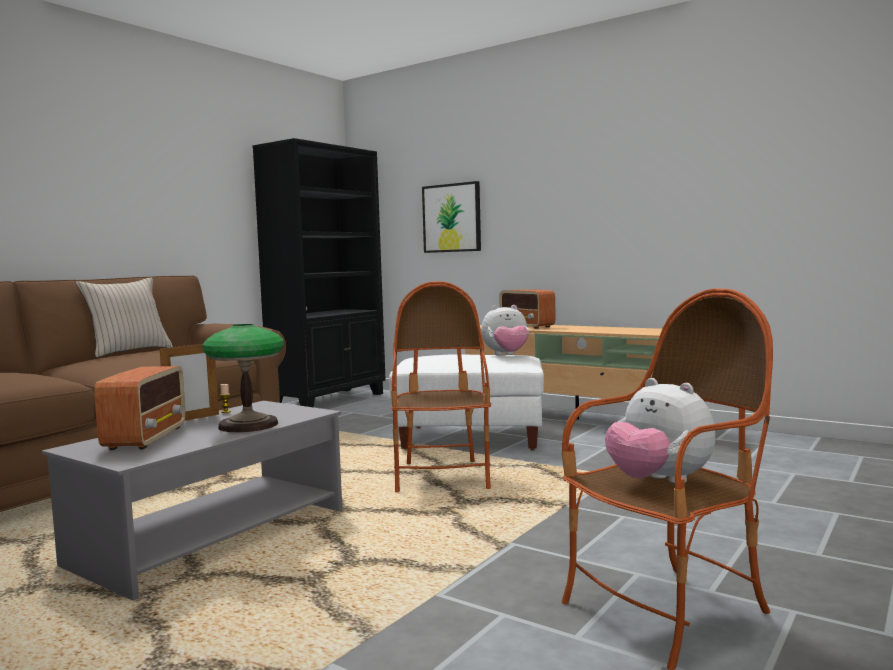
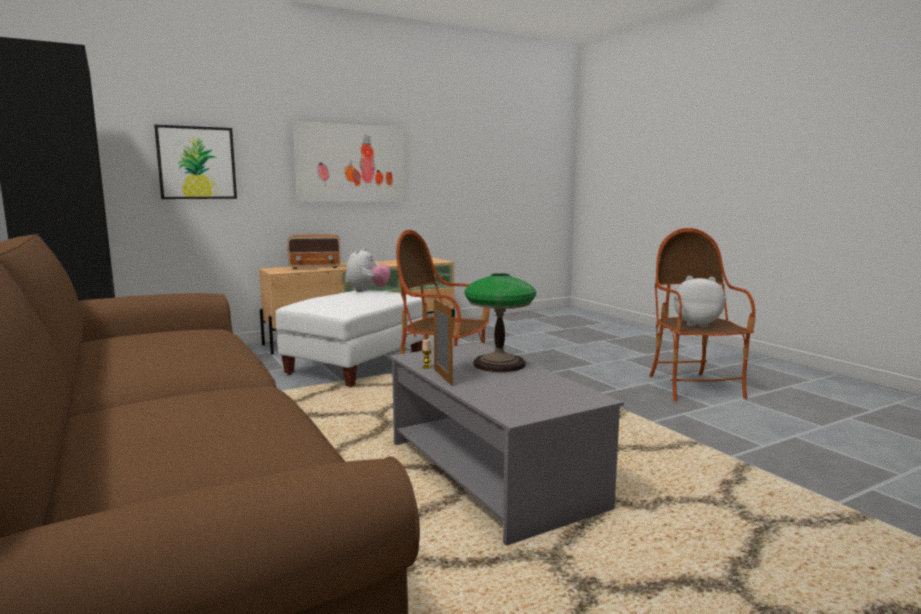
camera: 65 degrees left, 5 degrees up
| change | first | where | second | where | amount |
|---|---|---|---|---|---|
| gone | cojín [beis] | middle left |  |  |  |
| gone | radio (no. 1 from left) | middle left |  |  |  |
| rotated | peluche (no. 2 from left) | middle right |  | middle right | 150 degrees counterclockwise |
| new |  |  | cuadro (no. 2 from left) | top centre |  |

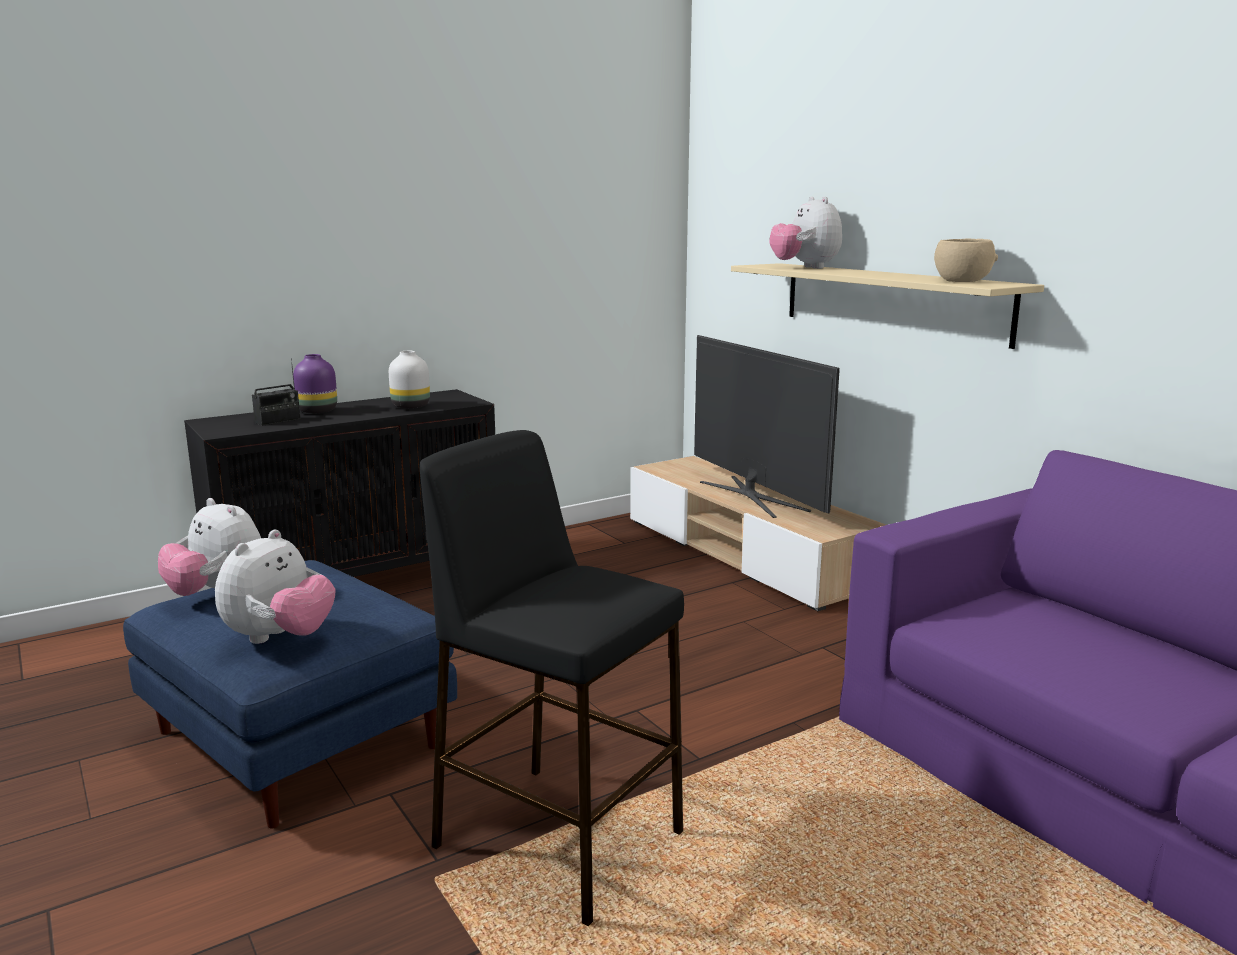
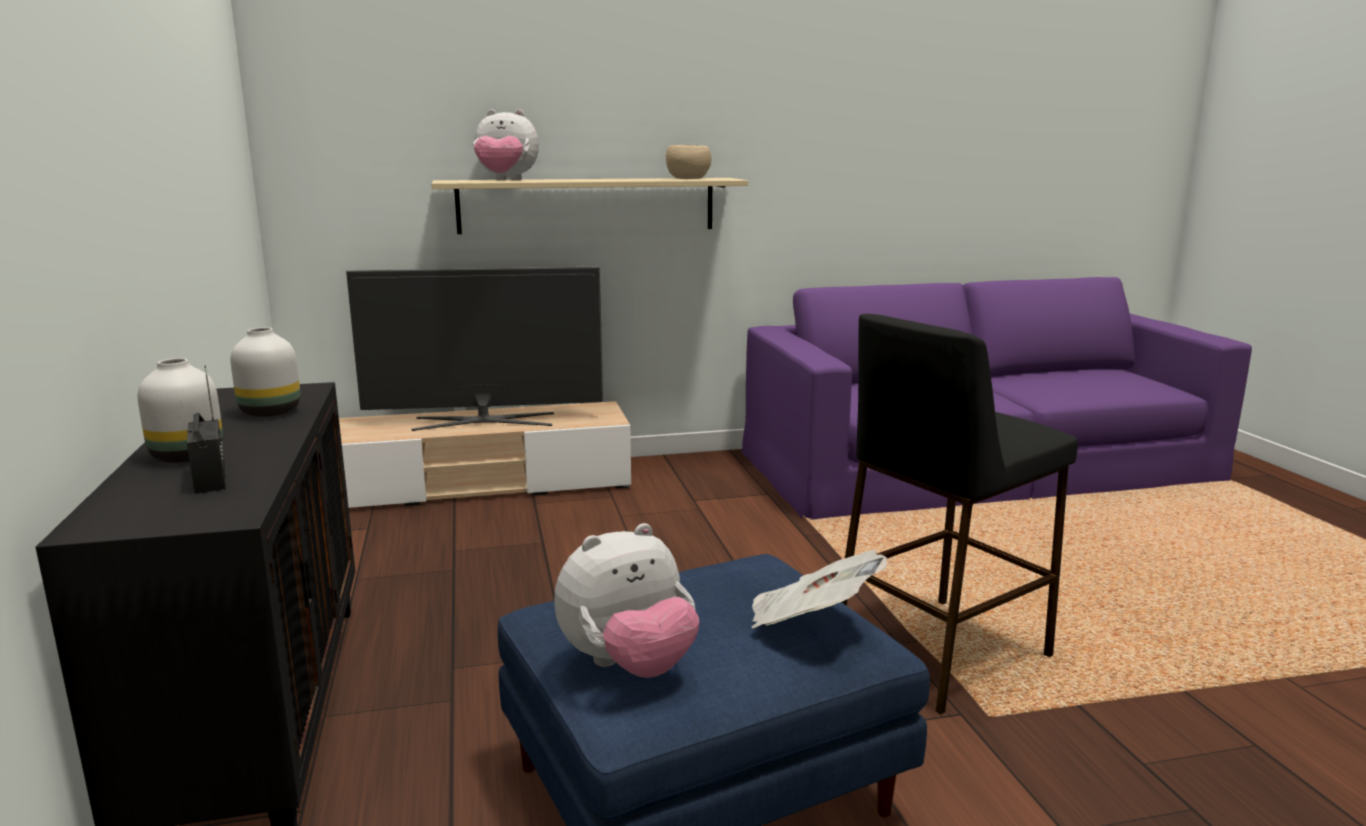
camera: 70 degrees left, 0 degrees up
| change | first | where | second | where | amount |
|---|---|---|---|---|---|
| swapped | peluche (no. 2 from left) | middle left | periódico | bottom centre |  |
| repainted | florero [morado] | middle left | florero [blanco] (no. 1 from left) | middle left |  |

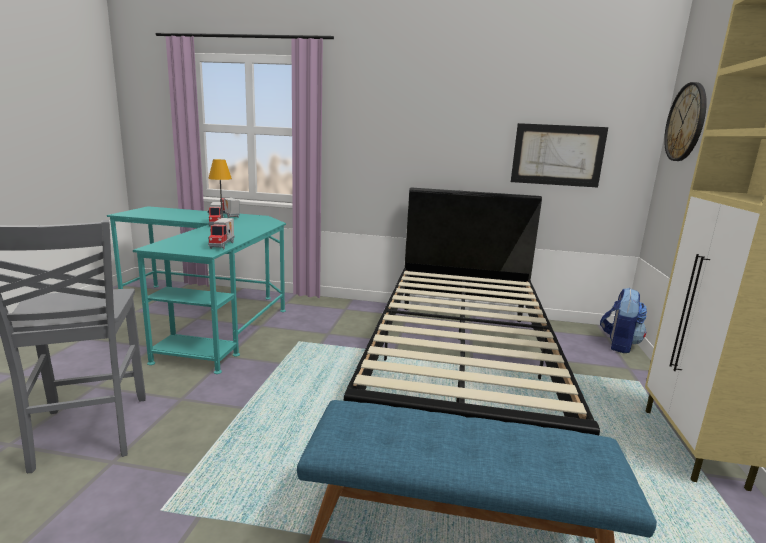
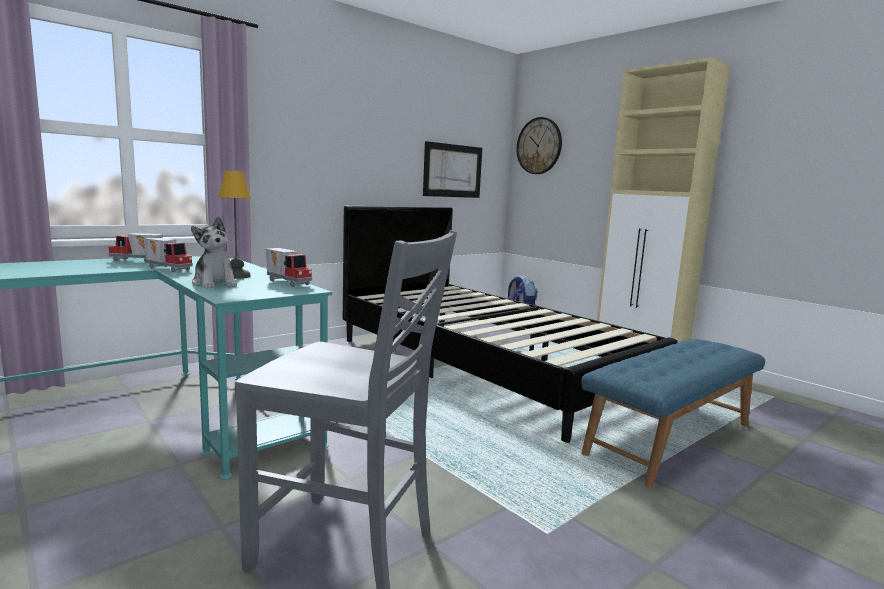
camera: 50 degrees left, 5 degrees down
| change | first | where | second | where | amount |
|---|---|---|---|---|---|
| new |  |  | peluche | middle left |  |

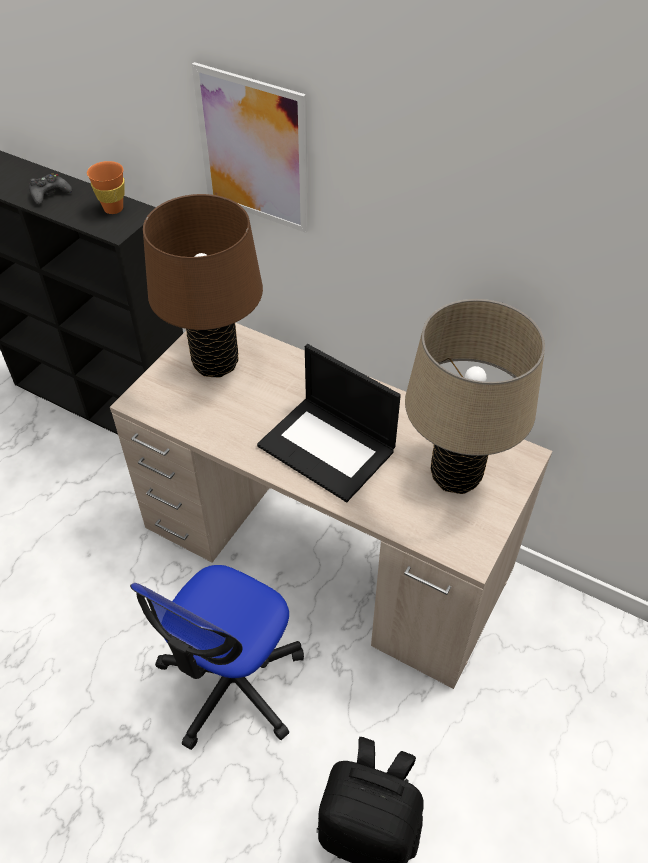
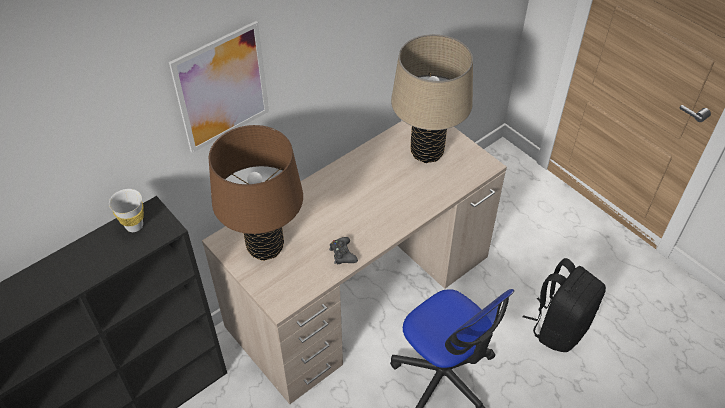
camera: 70 degrees left, 0 degrees up
| change | first | where | second | where | amount |
|---|---|---|---|---|---|
| shifted | mando de consola [negro] | top left |  | centre |  |
| repainted | taza [naranja] | top left | taza [blanco] | middle left |  |
| gone | portátil | centre |  |  |  |

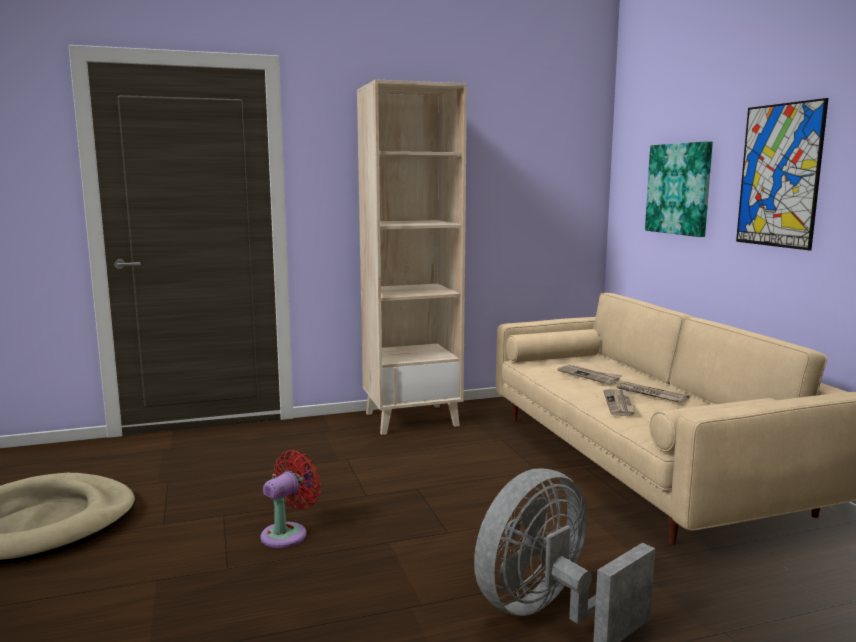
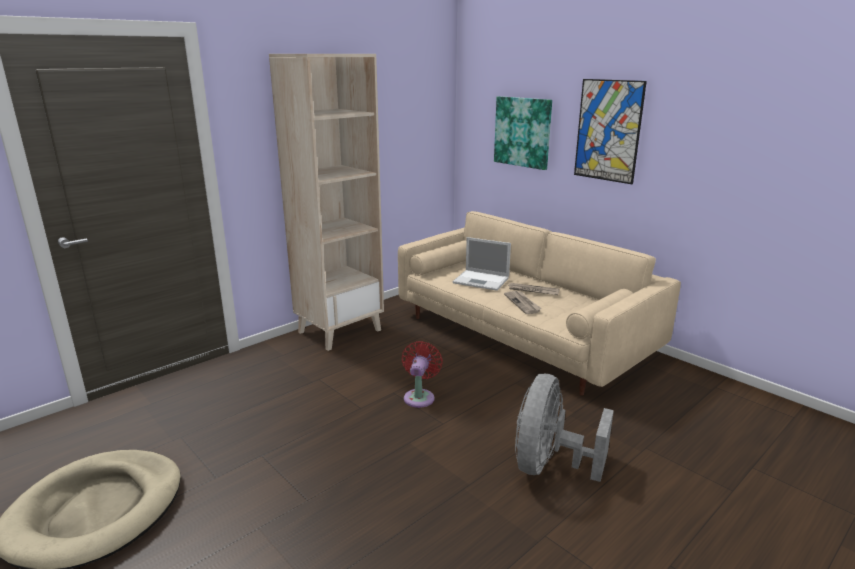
camera: 25 degrees left, 10 degrees up
| change | first | where | second | where | amount |
|---|---|---|---|---|---|
| shifted | ventilador [rojo] | bottom centre |  | centre |  |
| swapped | periódico (no. 1 from left) | middle right | portátil | centre |  |

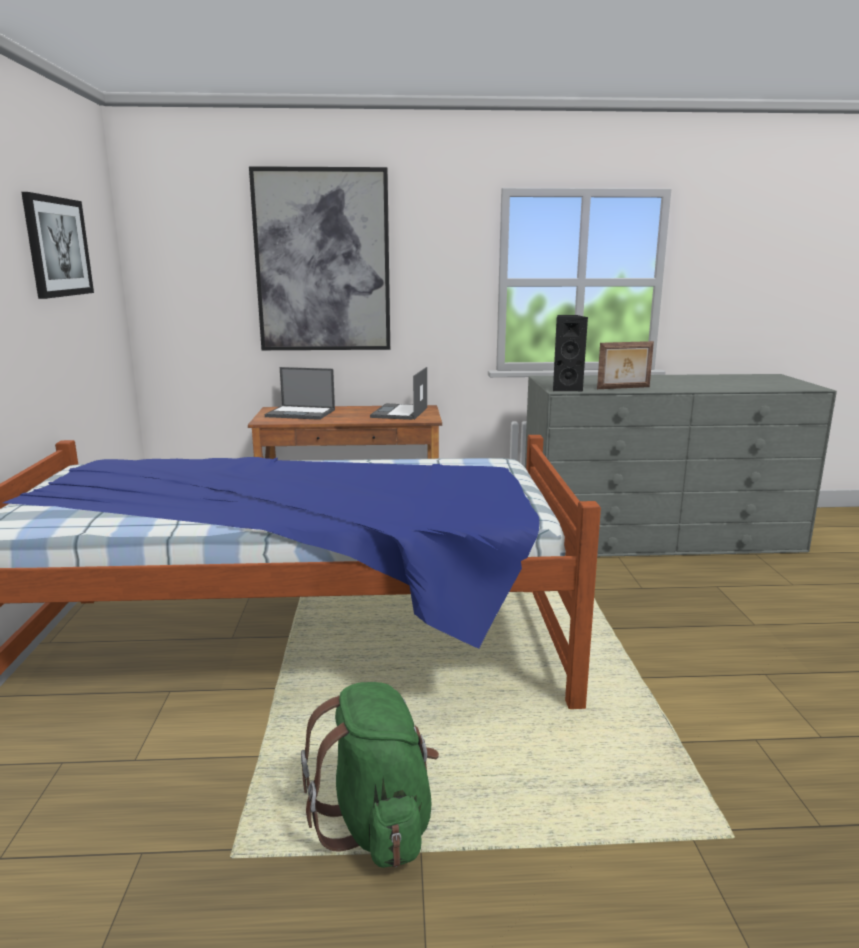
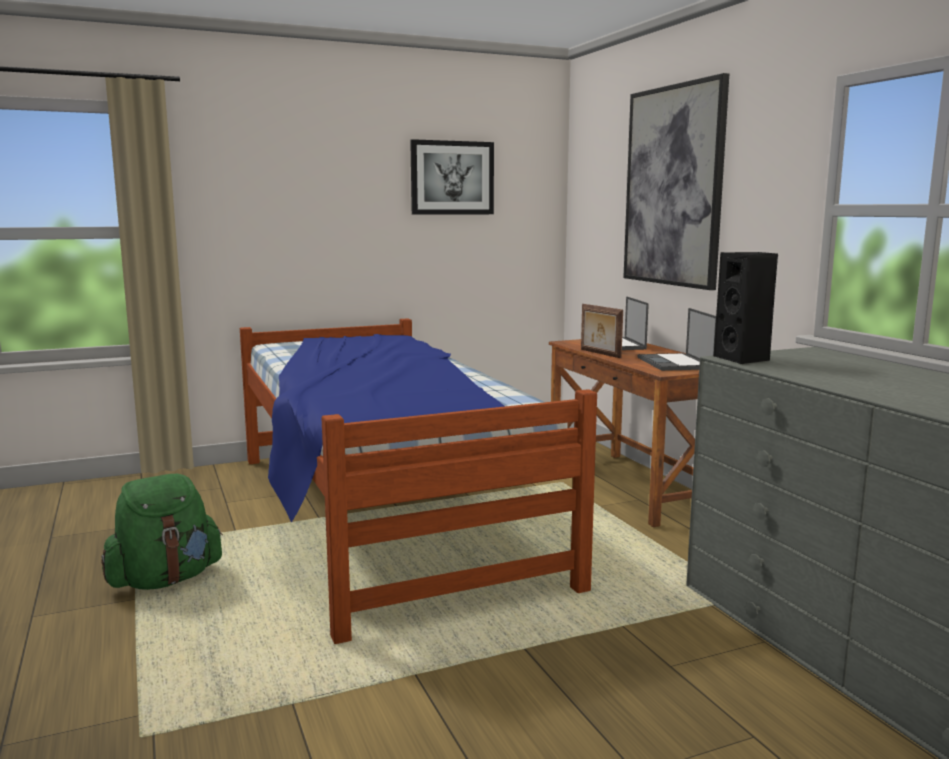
camera: 70 degrees right, 5 degrees down
| change | first | where | second | where | amount |
|---|---|---|---|---|---|
| rotated | portátil (no. 2 from left) | centre |  | middle right | 90 degrees counterclockwise |
| shifted | portarretratos | middle right |  | centre |  |

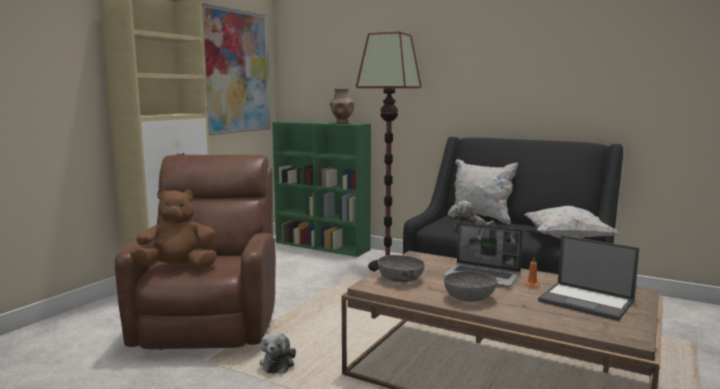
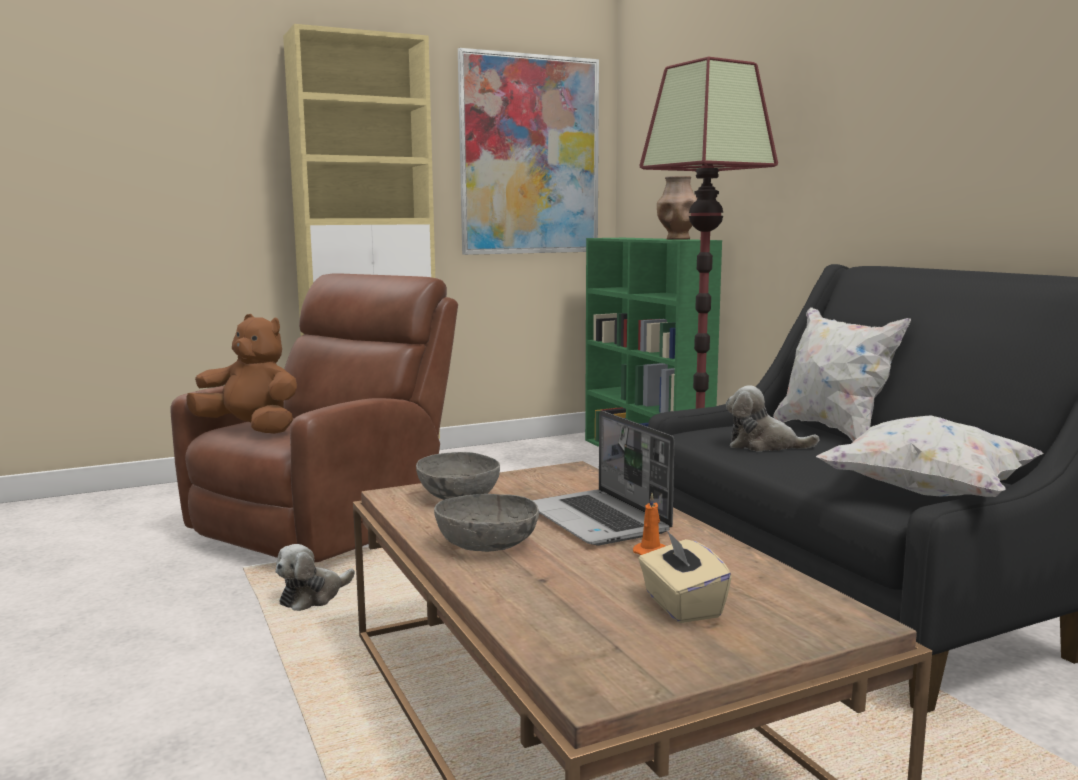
camera: 35 degrees right, 0 degrees up
| change | first | where | second | where | amount |
|---|---|---|---|---|---|
| swapped | portátil (no. 2 from left) | bottom right | caja de pañuelos [beis] | bottom centre |  |

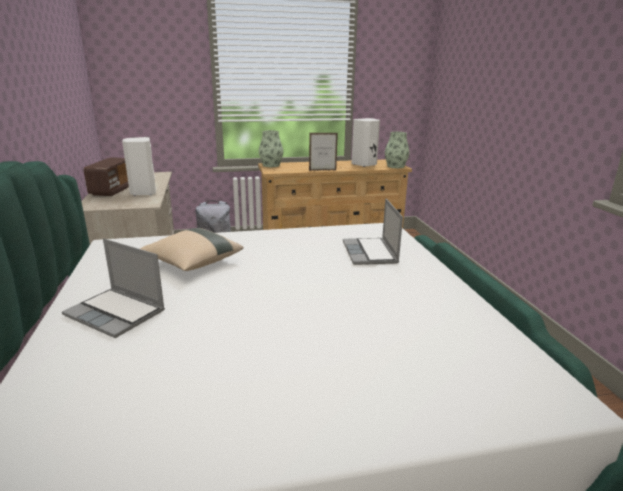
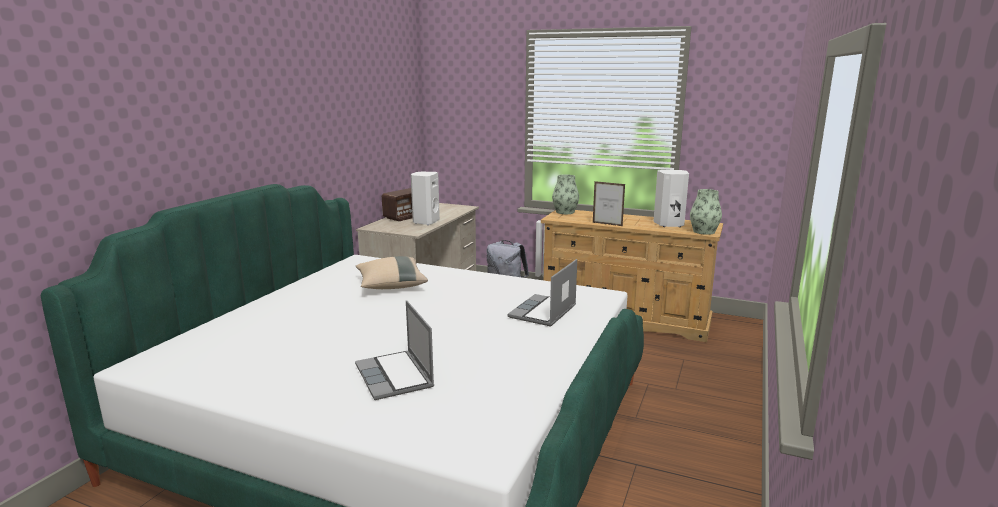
camera: 35 degrees right, 5 degrees down
| change | first | where | second | where | amount |
|---|---|---|---|---|---|
| shifted | portátil (no. 1 from left) | middle left |  | bottom centre |  |

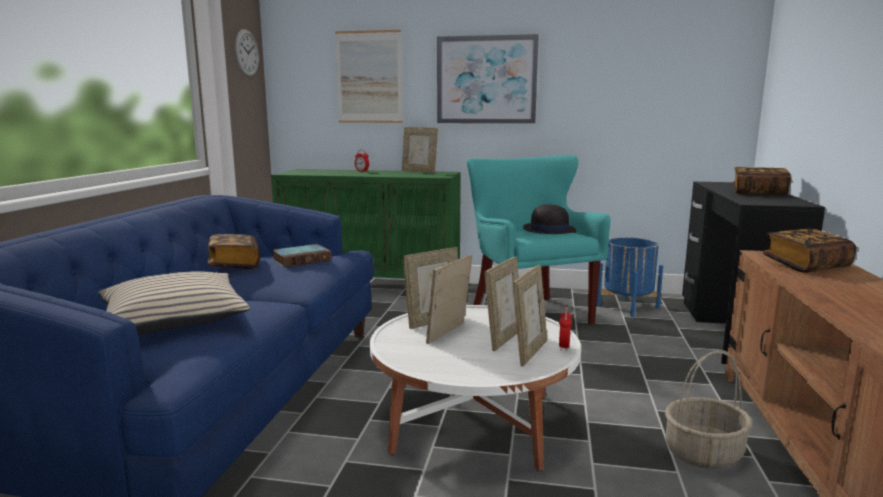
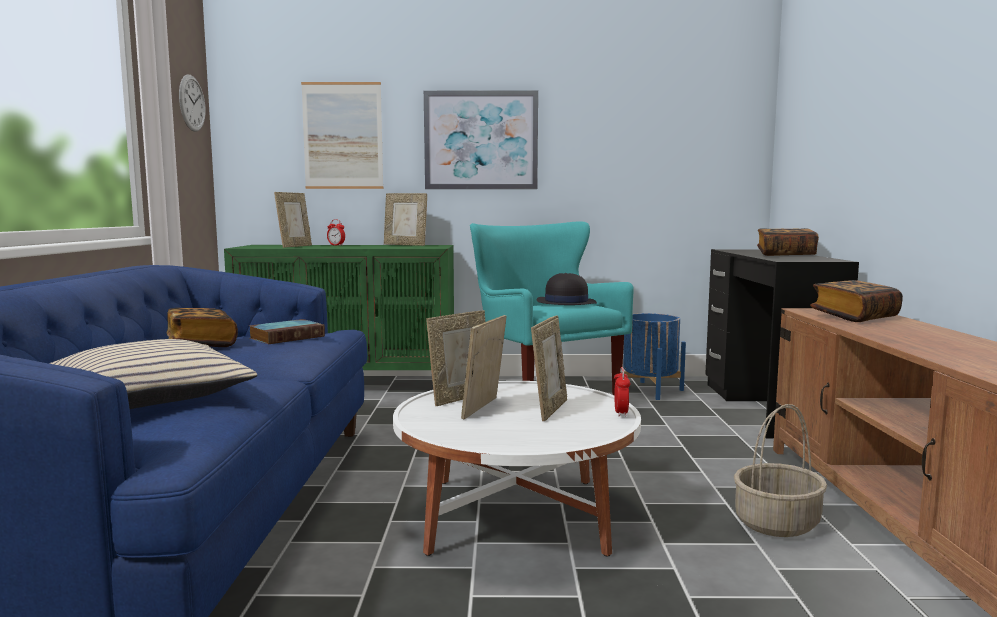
camera: 10 degrees left, 5 degrees down
| change | first | where | second | where | amount |
|---|---|---|---|---|---|
| shifted | portarretratos (no. 5 from left in the first image) | centre | portarretratos (no. 1 from left) | middle left |  |

